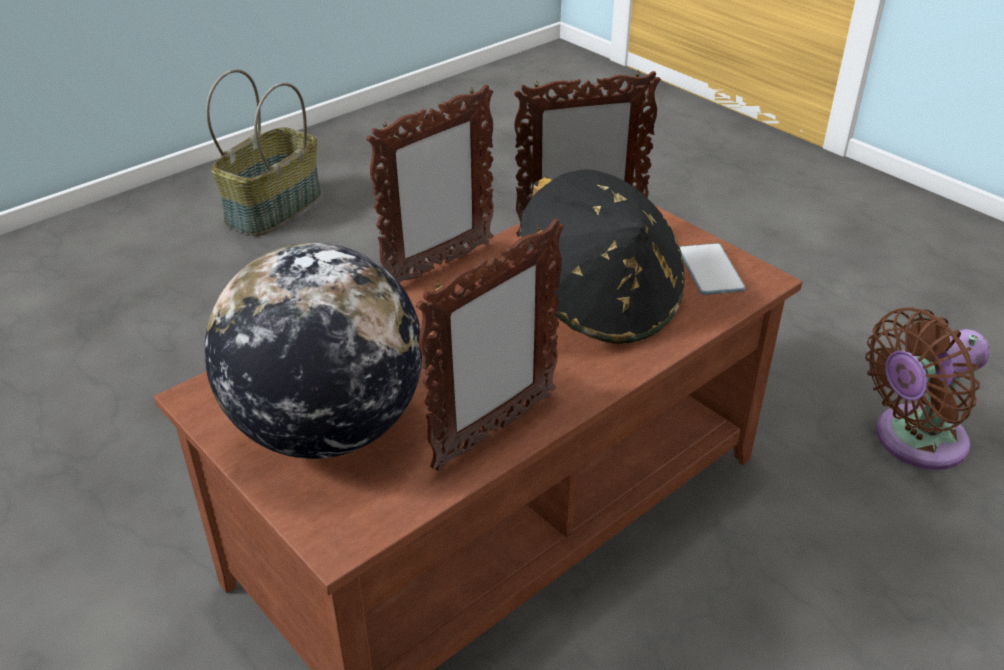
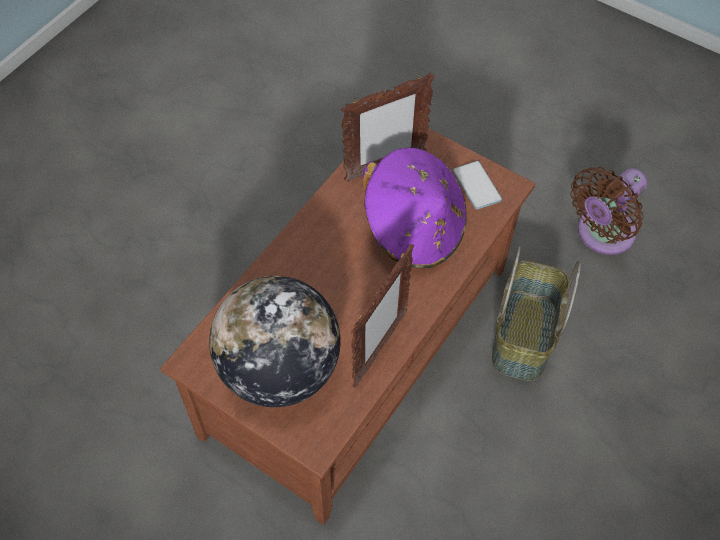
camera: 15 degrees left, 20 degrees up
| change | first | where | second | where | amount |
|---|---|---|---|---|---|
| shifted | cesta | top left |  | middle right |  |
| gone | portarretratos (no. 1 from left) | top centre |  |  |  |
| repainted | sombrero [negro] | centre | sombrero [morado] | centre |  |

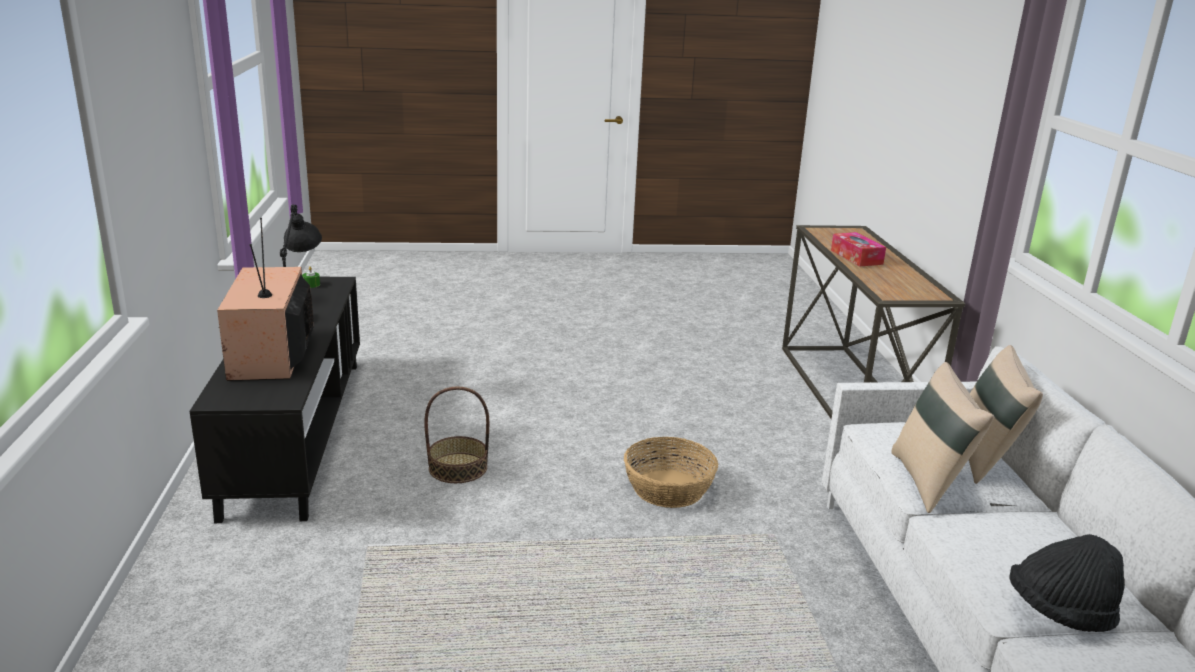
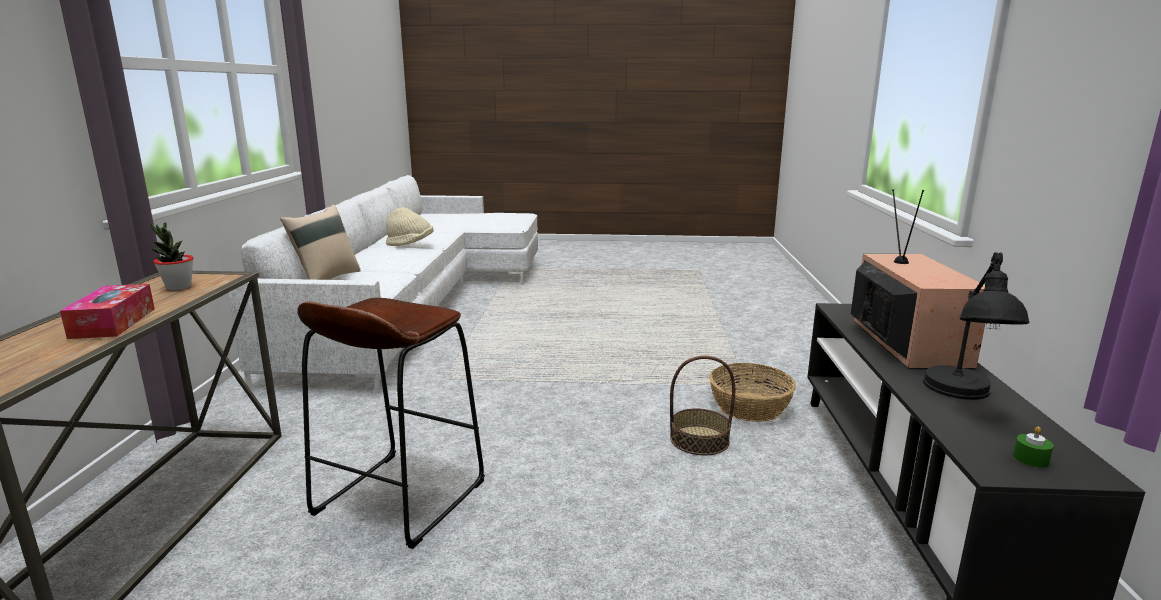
camera: 170 degrees left, 5 degrees down
| change | first | where | second | where | amount |
|---|---|---|---|---|---|
| shifted | cesta (no. 2 from left) | bottom centre |  | centre |  |
| gone | cojín [beis] (no. 1 from left) | middle right |  |  |  |
| repainted | sombrero [negro] | bottom right | sombrero [beis] | centre |  |
| new |  |  | planta en maceta | middle left |  |
| new |  |  | taburete [marrón] | bottom centre |  |

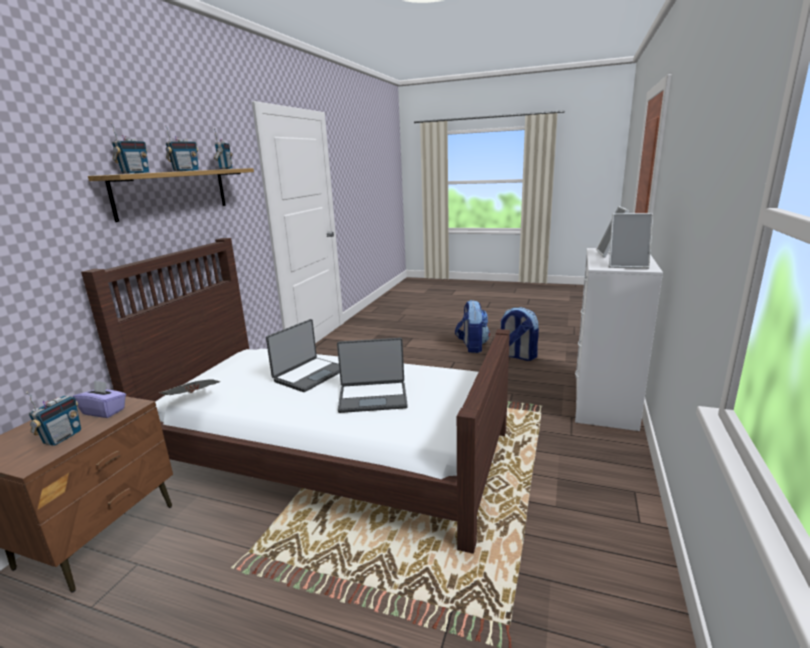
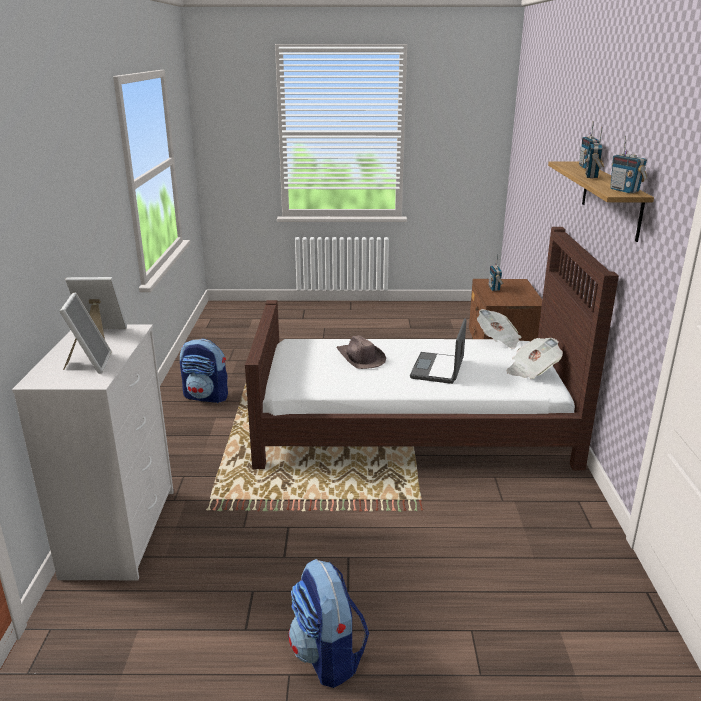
camera: 160 degrees right, 5 degrees up
| change | first | where | second | where | amount |
|---|---|---|---|---|---|
| gone | caja de pañuelos [morado] | middle left |  |  |  |
| swapped | portátil (no. 2 from left) | centre | sombrero [marrón] | centre |  |
| shifted | mochila (no. 2 from left in the first image) | centre | mochila (no. 1 from left) | middle left |  |
| new |  |  | periódico (no. 2 from left) | middle right |  |

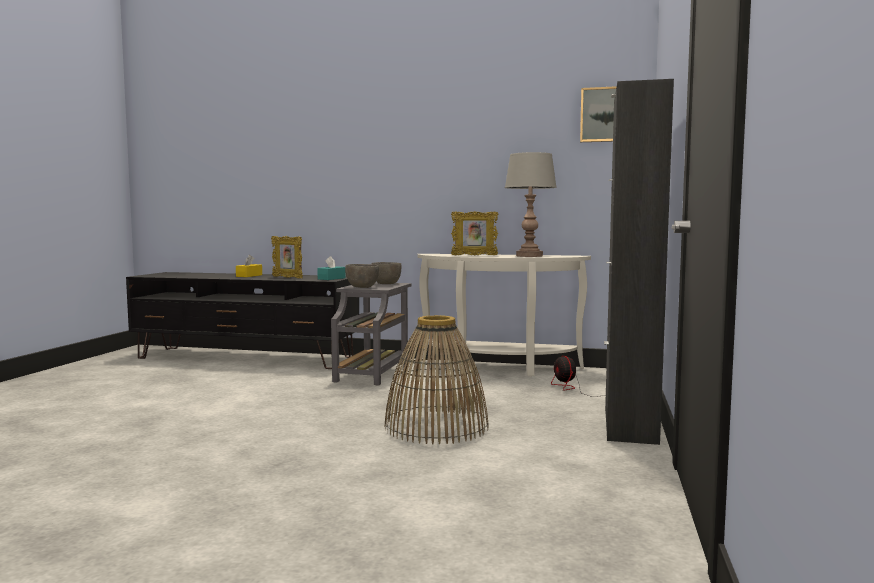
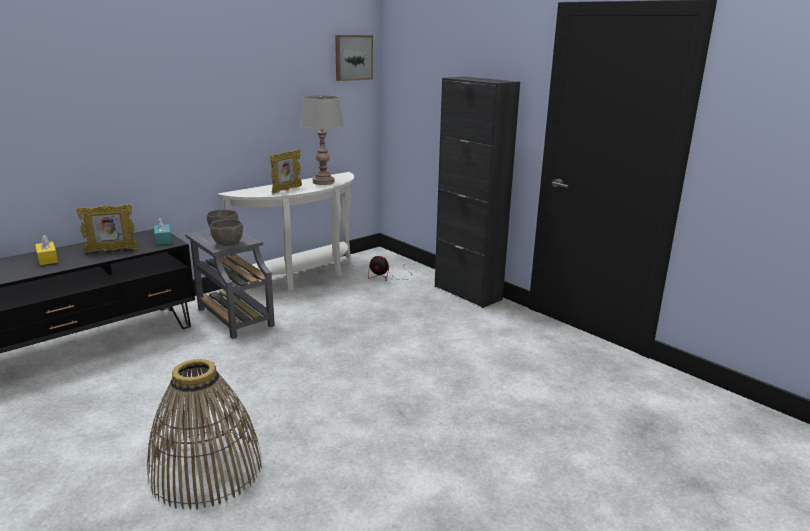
camera: 55 degrees left, 15 degrees up
| change | first | where | second | where | amount |
|---|---|---|---|---|---|
| shifted | cesta | centre |  | bottom left |  |

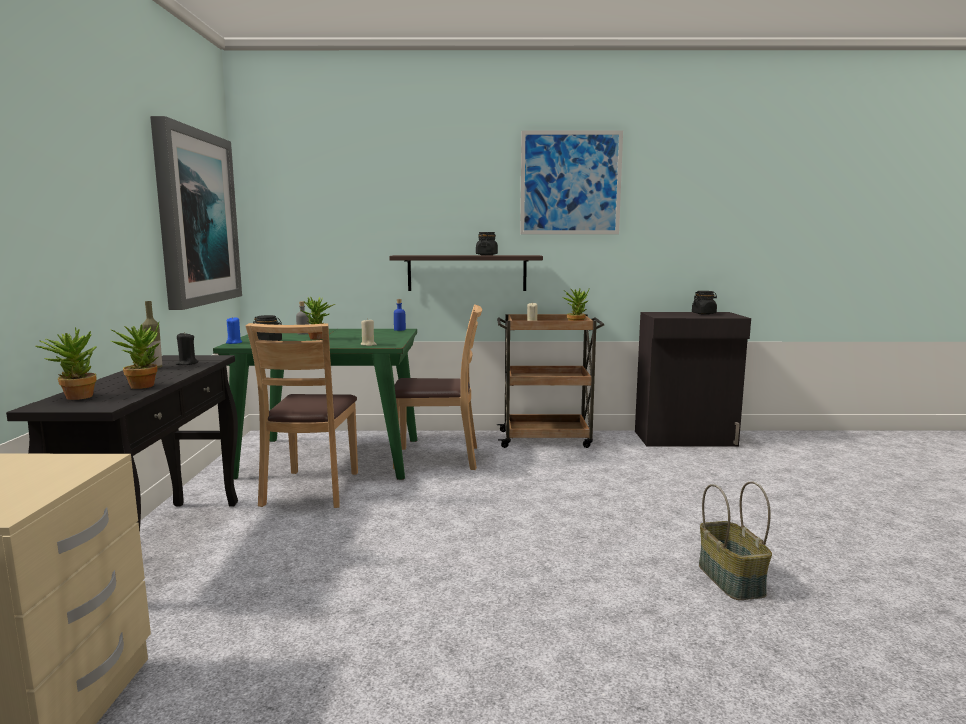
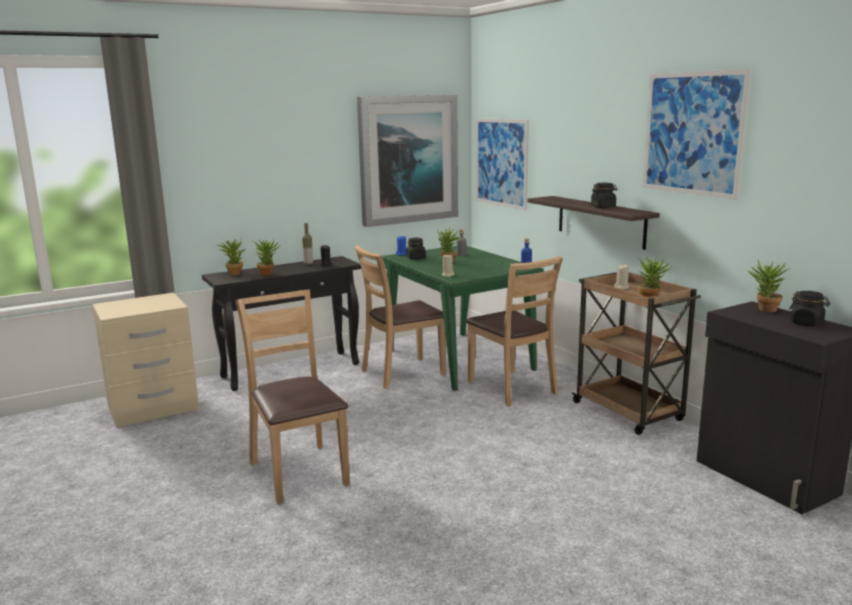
camera: 60 degrees right, 5 degrees up
| change | first | where | second | where | amount |
|---|---|---|---|---|---|
| gone | cesta | bottom right |  |  |  |
| new |  |  | silla [marrón] (no. 1 from left) | centre |  |
| new |  |  | cuadro (no. 2 from left) | top centre |  |
| new |  |  | planta en maceta (no. 5 from left) | middle right |  |

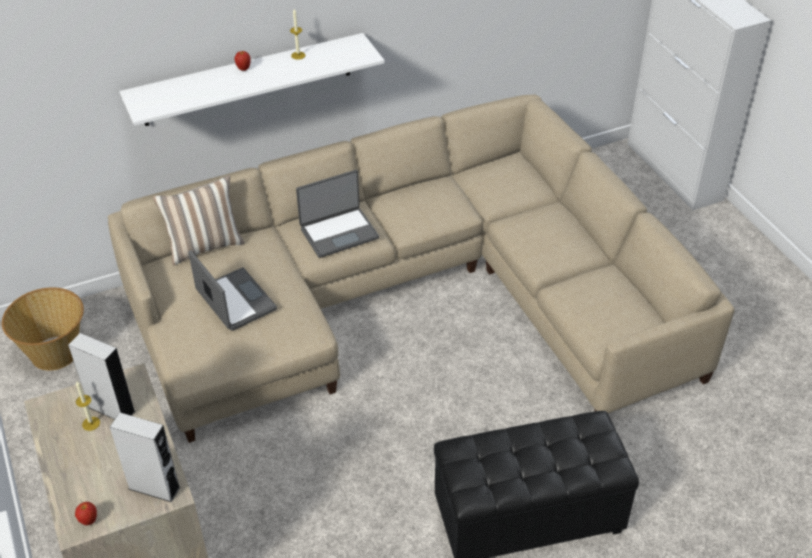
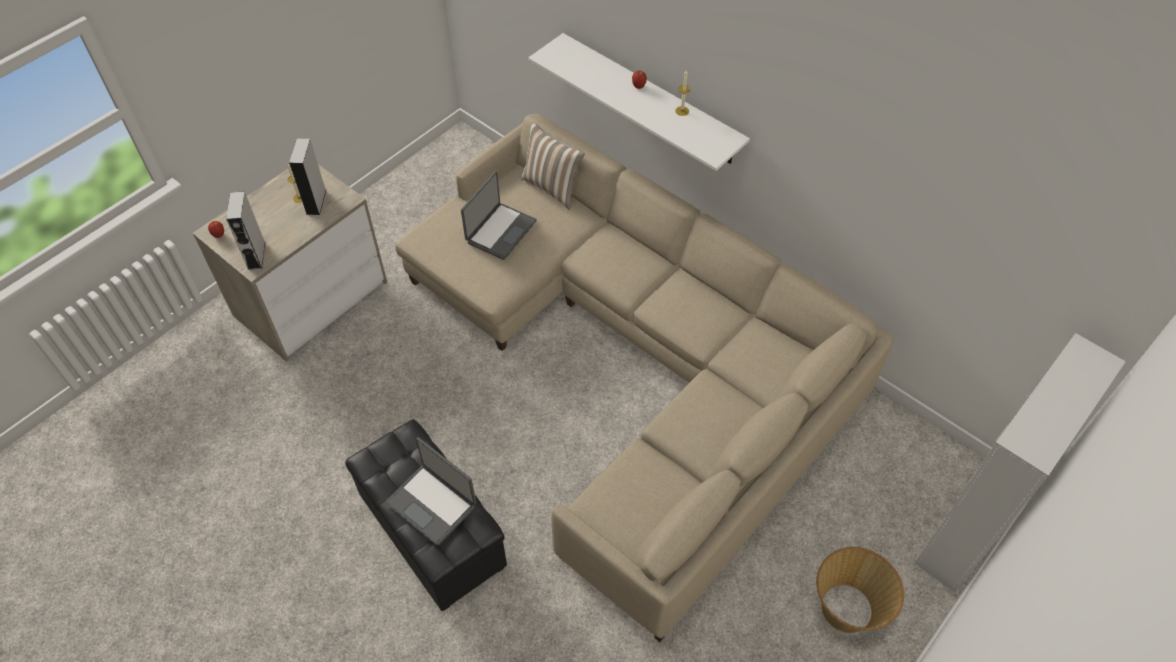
camera: 65 degrees right, 10 degrees up
| change | first | where | second | where | amount |
|---|---|---|---|---|---|
| shifted | cesta | middle left |  | bottom right |  |
| shifted | portátil (no. 2 from left in the first image) | centre | portátil (no. 1 from left) | bottom centre |  |

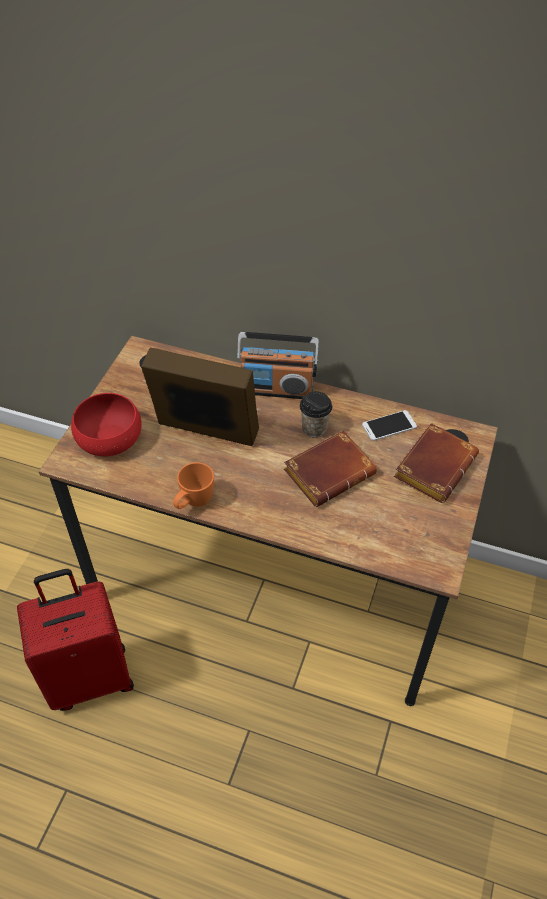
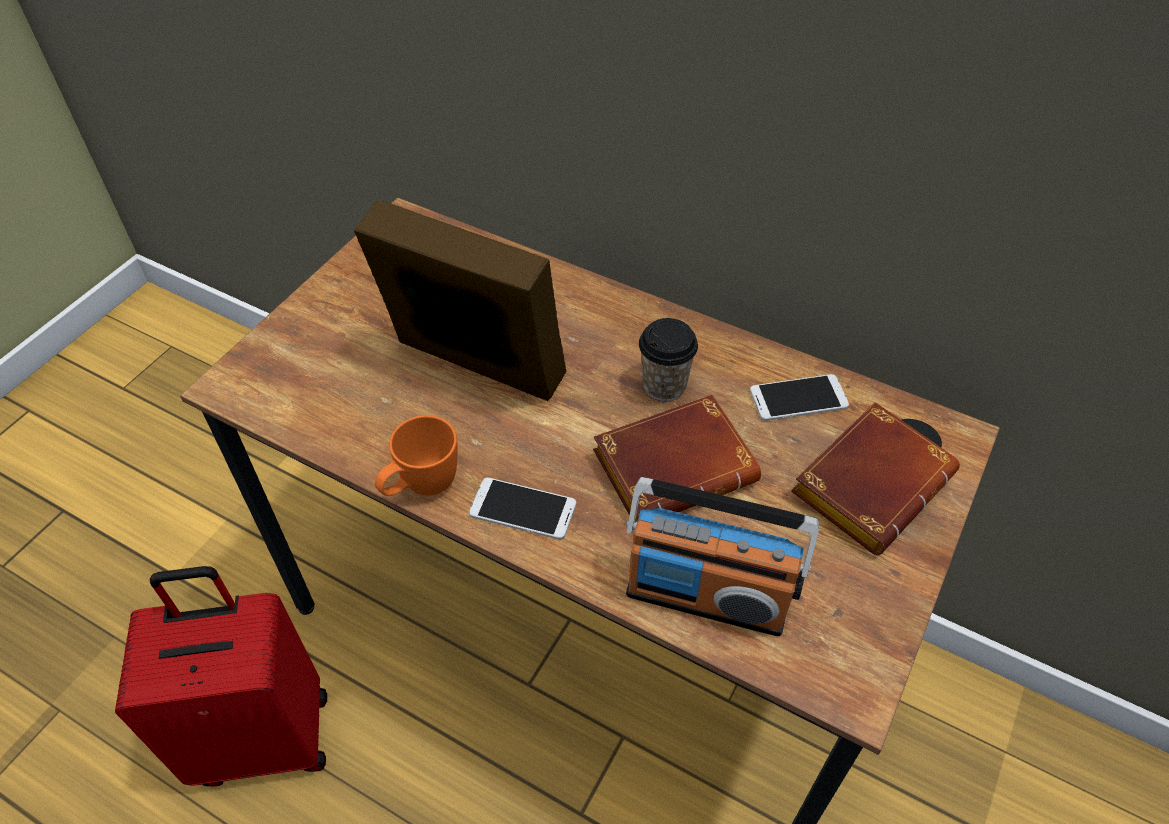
camera: 10 degrees right, 0 degrees up
| change | first | where | second | where | amount |
|---|---|---|---|---|---|
| gone | cuenco [rojo] | middle left |  |  |  |
| shifted | radio | centre |  | bottom centre |  |
| new |  |  | móvil (no. 1 from left) | centre |  |

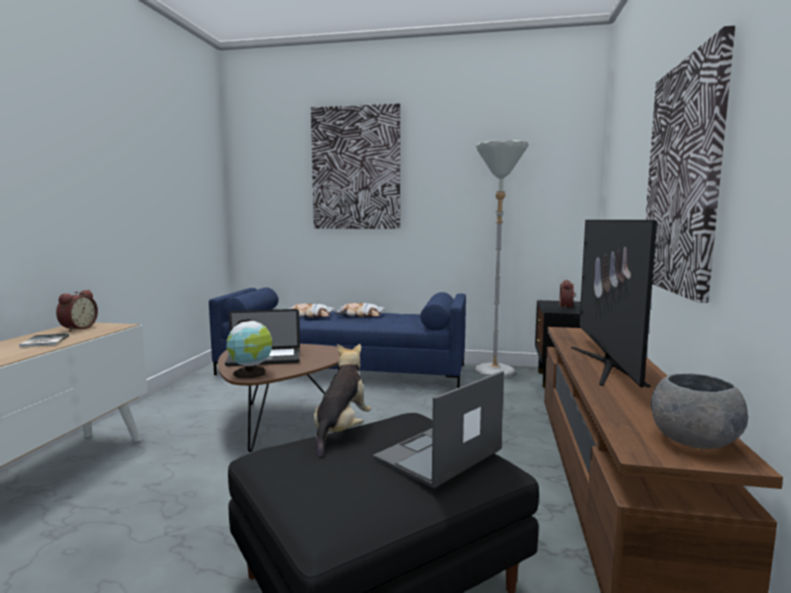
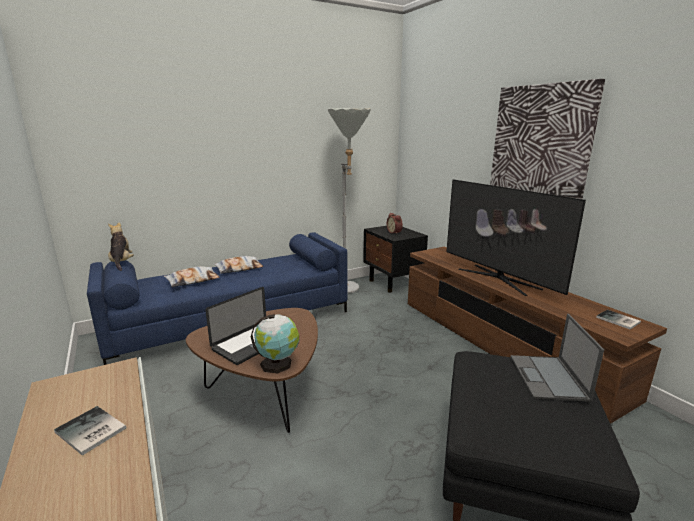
camera: 40 degrees left, 10 degrees up
| change | first | where | second | where | amount |
|---|---|---|---|---|---|
| gone | despertador (no. 1 from left) | middle left |  |  |  |
| gone | cuadro (no. 1 from left) | top centre |  |  |  |
| shifted | peluche | bottom centre |  | middle left |  |
| swapped | cuenco [gris] | bottom right | libro (no. 2 from left) | middle right |  |

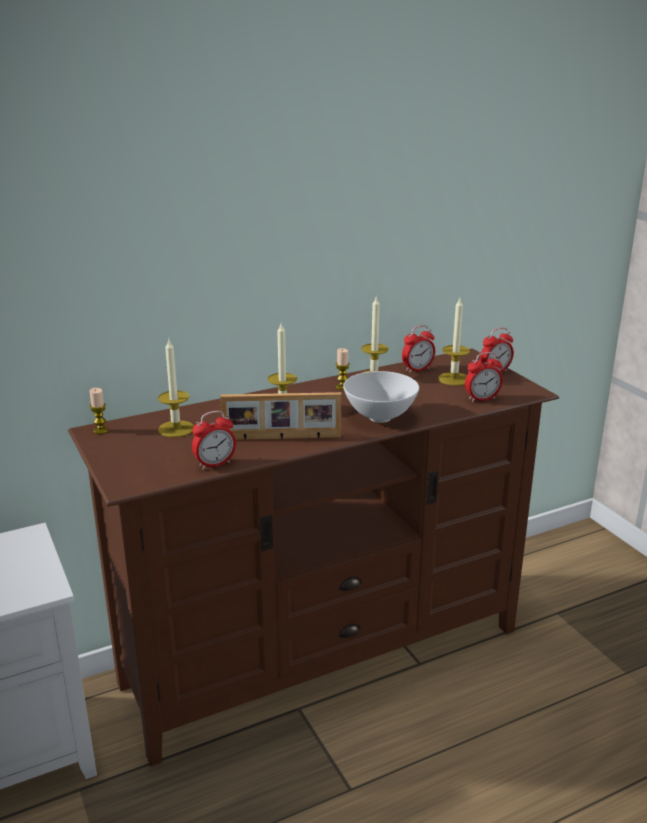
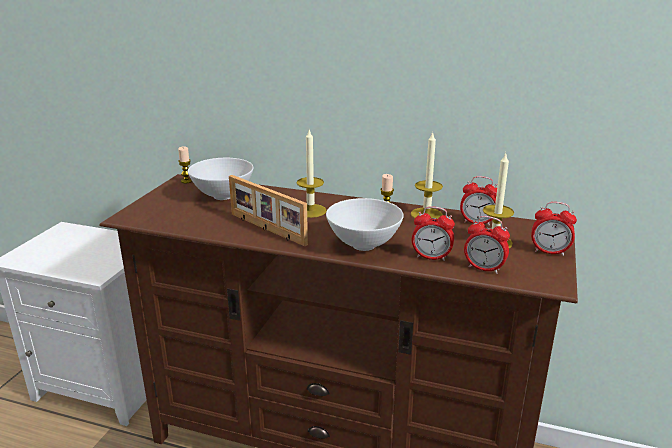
camera: 45 degrees right, 0 degrees up
| change | first | where | second | where | amount |
|---|---|---|---|---|---|
| swapped | vela (no. 2 from left) | middle left | cuenco [blanco] (no. 1 from left) | middle left |  |
| shifted | despertador (no. 1 from left) | middle left |  | centre |  |

